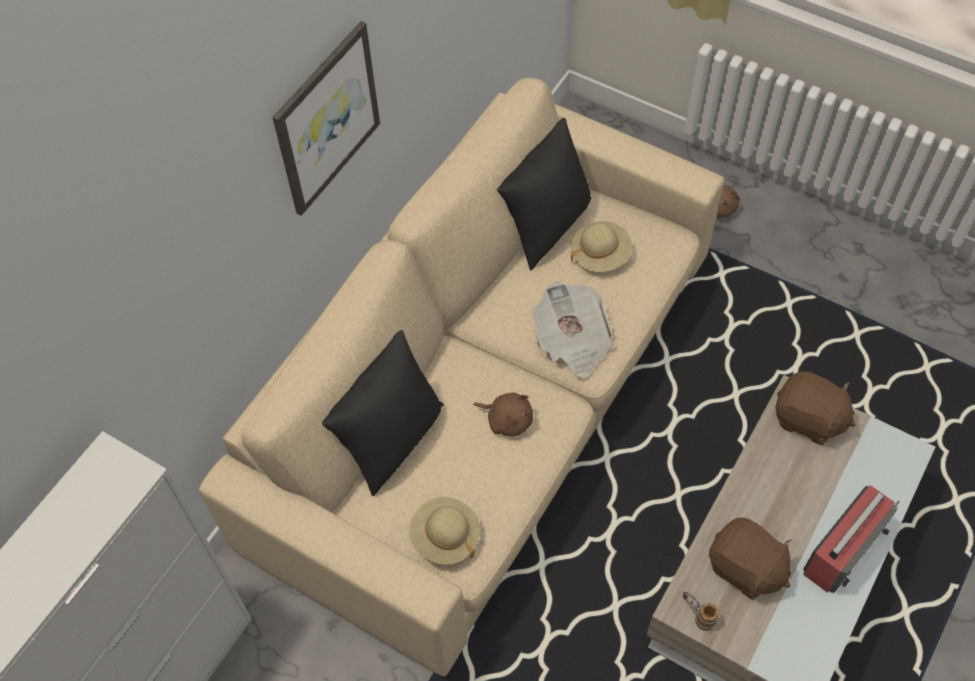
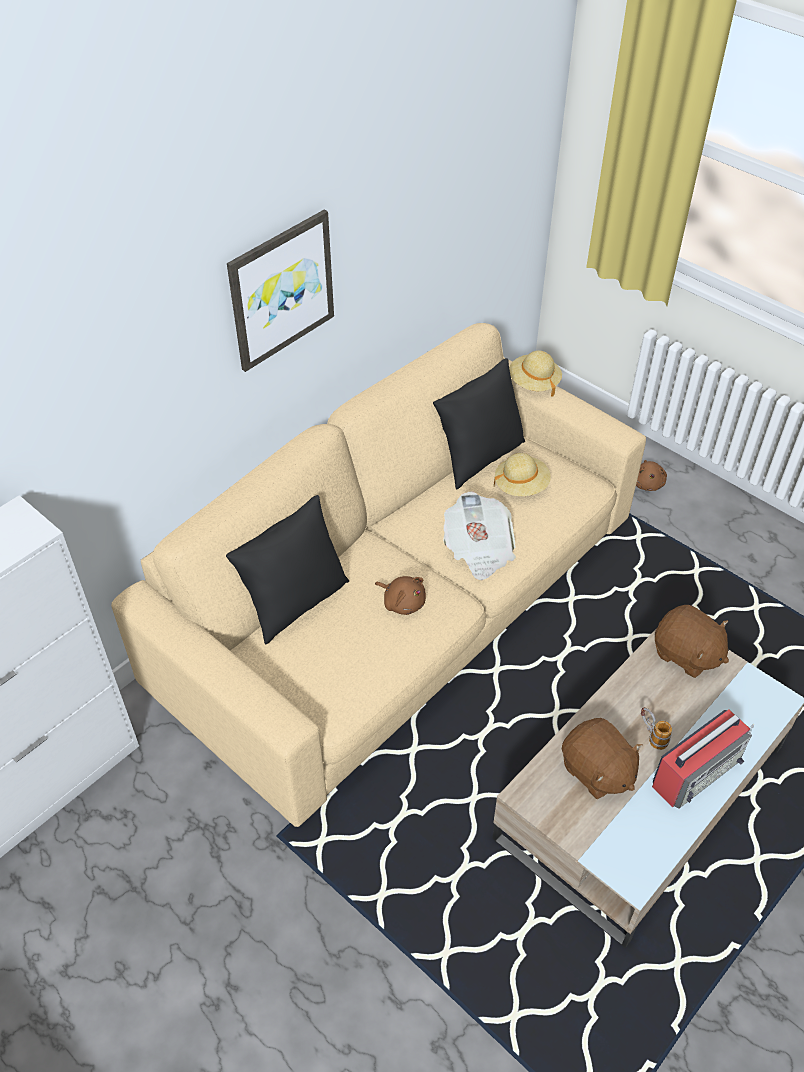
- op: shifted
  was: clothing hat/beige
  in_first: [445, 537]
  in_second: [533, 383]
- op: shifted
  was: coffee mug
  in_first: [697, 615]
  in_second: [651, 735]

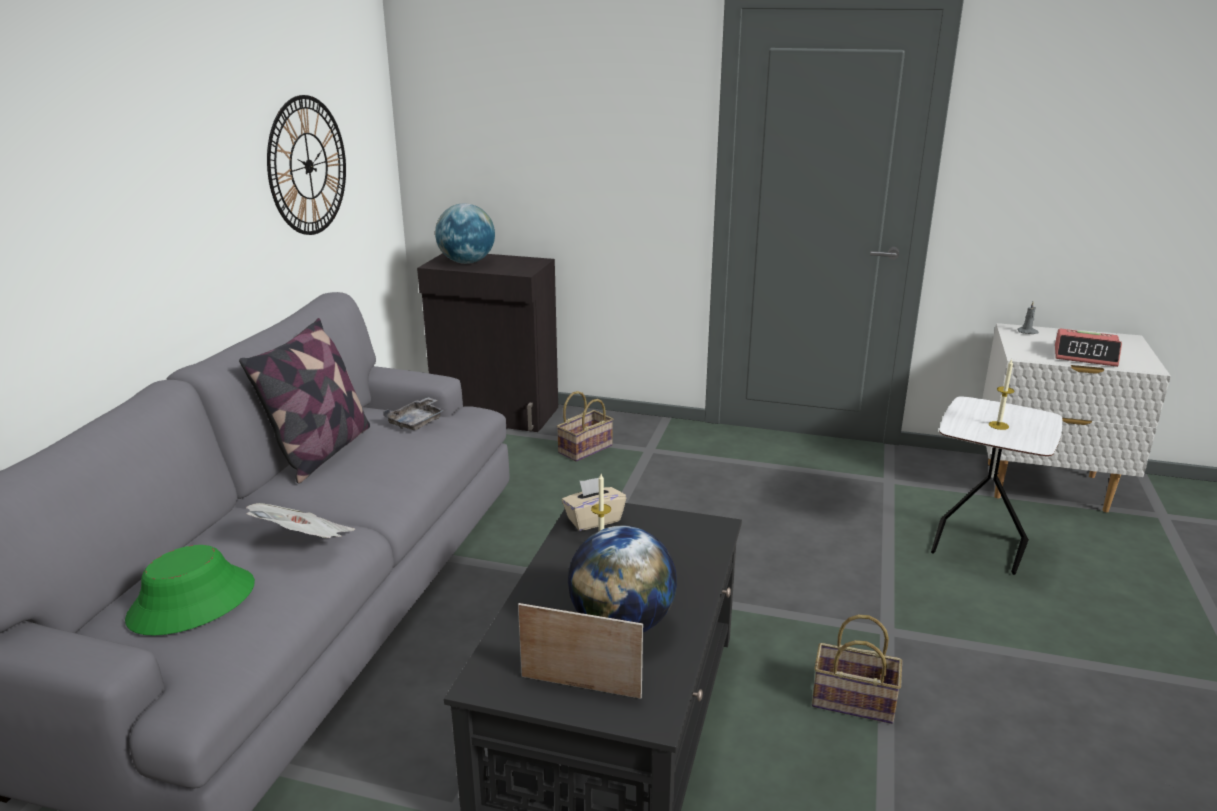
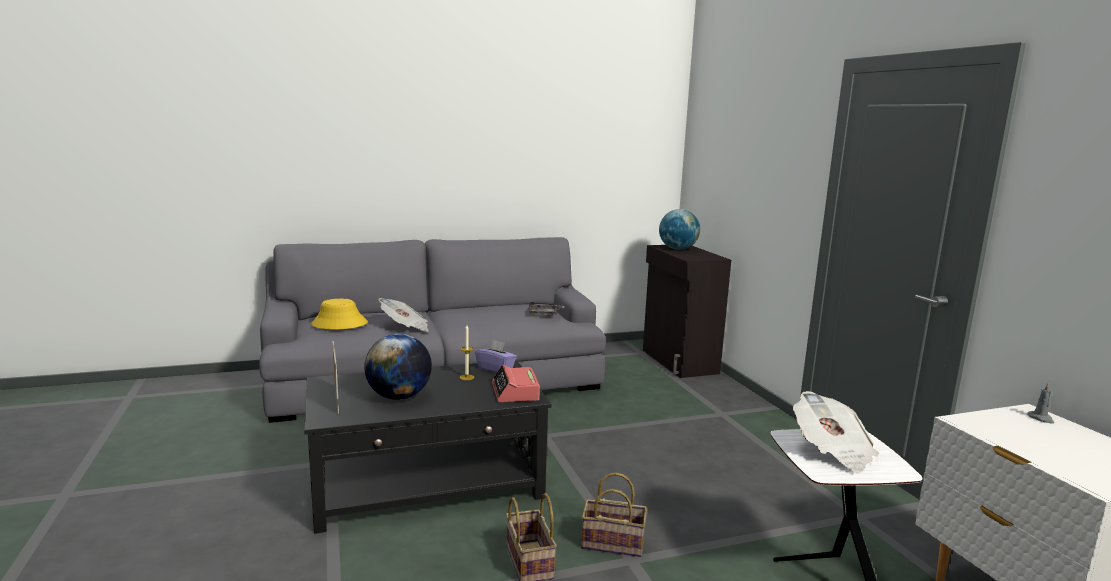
- op: gone
  was: throw pillow
  in_first: [321, 452]
- op: gone
  was: hanging clock
  in_first: [308, 166]
- op: shifted
  was: household basket
  in_first: [585, 448]
  in_second: [614, 543]
- op: shifted
  was: bedside clock
  in_first: [1085, 356]
  in_second: [515, 392]
- op: swapped
  was: wax candle
  now: newspaper
  in_first: [998, 425]
  in_second: [832, 452]
- op: repainted
  was: clothing hat/greenish
  now: clothing hat/yellow-coloured
  in_first: [192, 602]
  in_second: [339, 324]
- op: repainted
  was: box of tissues/beige
  now: box of tissues/purplish
  in_first: [593, 520]
  in_second: [496, 369]

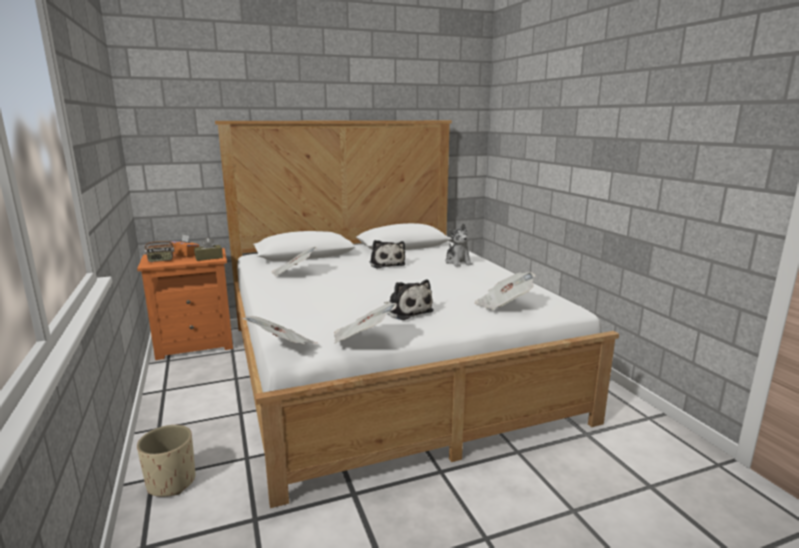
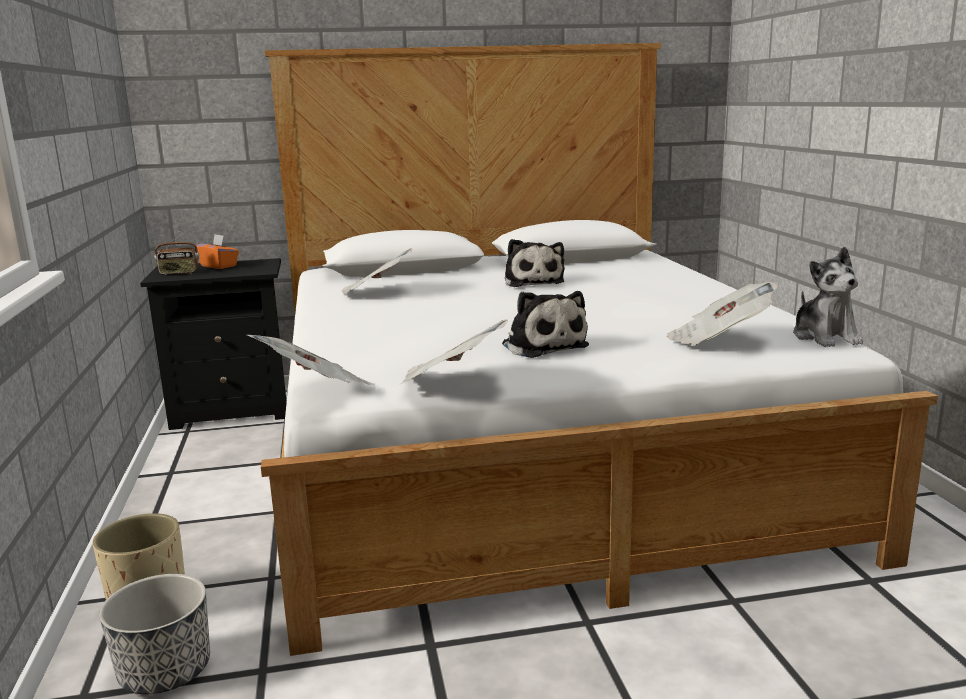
- op: gone
  was: box of tissues/brown
  in_first: [209, 258]
- op: new
  now: planter
  in_second: [165, 671]
- op: shifted
  was: plush toy
  in_first: [458, 262]
  in_second: [825, 337]
- op: repainted
  was: bedside table/orange
  now: bedside table/blackish
  in_first: [196, 344]
  in_second: [234, 410]

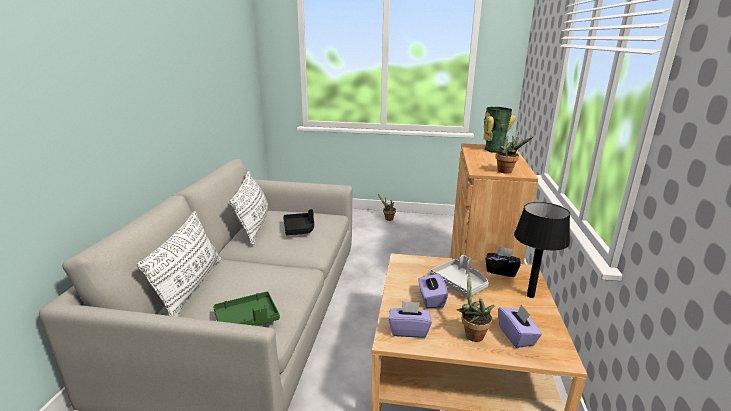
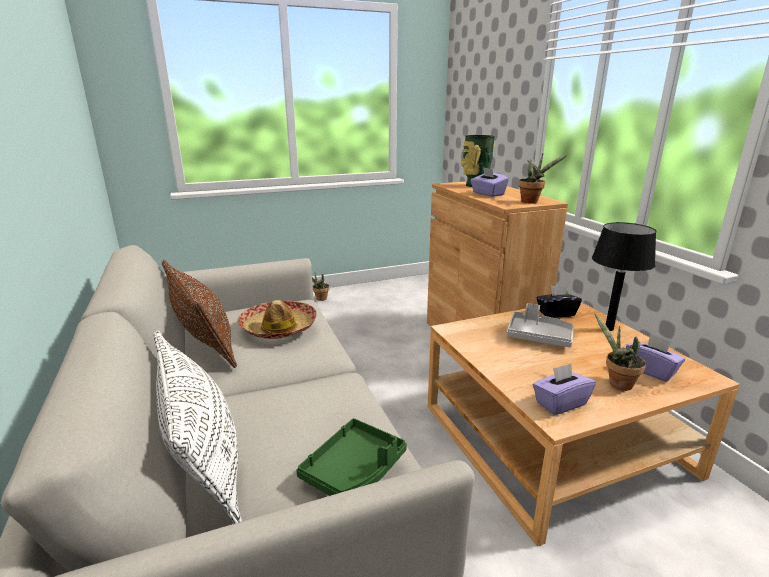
- op: shifted
  was: box of tissues/purplish
  in_first: [431, 299]
  in_second: [487, 194]
- op: swapped
  was: carrying tray/blackish
  now: clothing hat
  in_first: [299, 229]
  in_second: [278, 328]
- op: repainted
  was: throw pillow/white-coloured
  now: throw pillow/brown
  in_first: [254, 226]
  in_second: [204, 341]

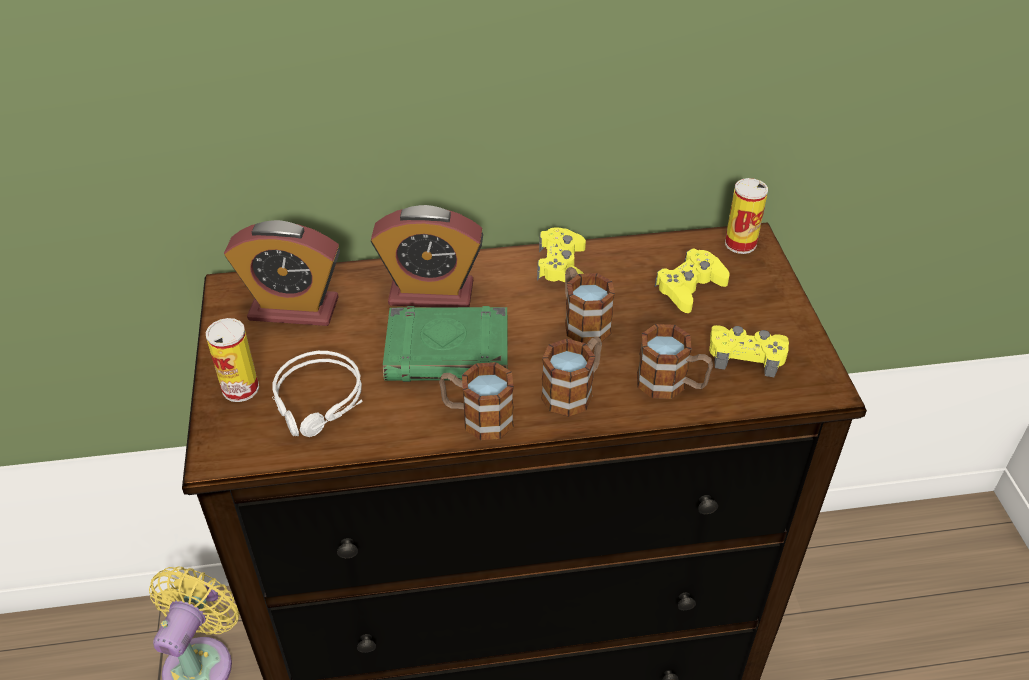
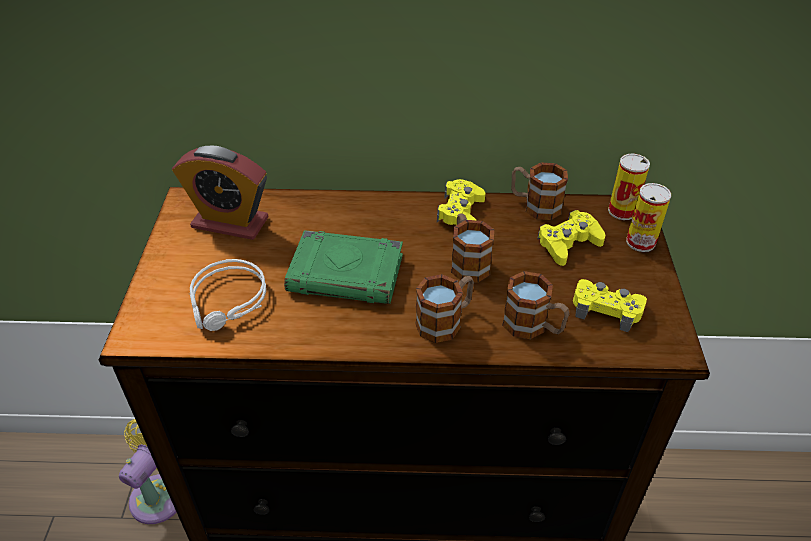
- op: gone
  was: bedside clock
  in_first: [431, 293]
- op: shifted
  was: metal can
  in_first: [240, 388]
  in_second: [640, 242]
- op: shifted
  was: coffee mug
  in_first: [477, 418]
  in_second: [535, 205]

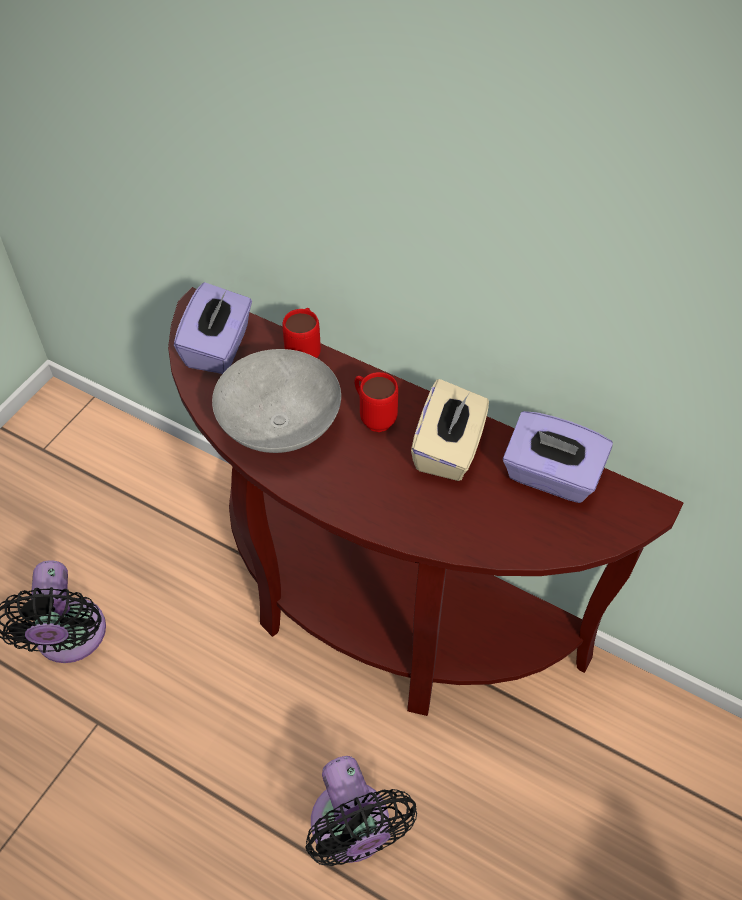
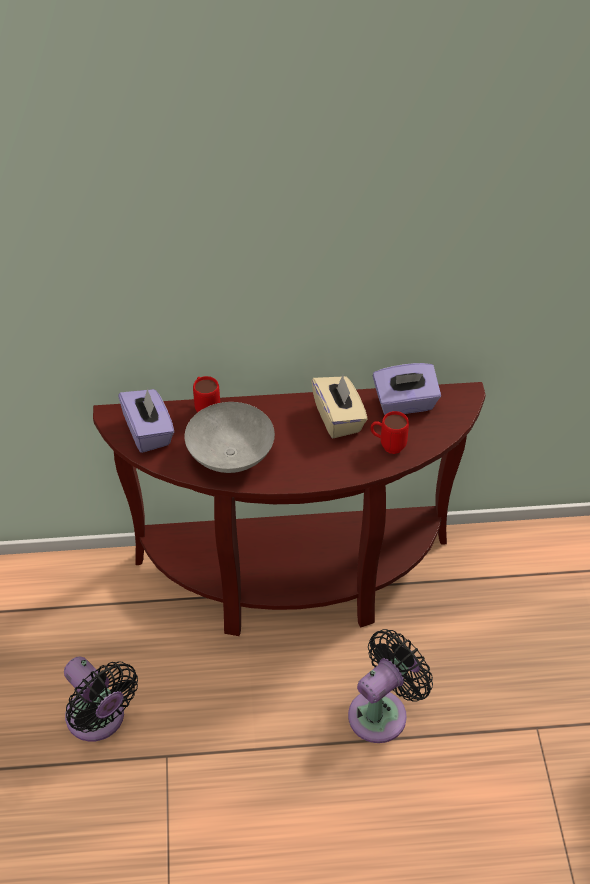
- op: shifted
  was: coffee mug/red-coloured
  in_first: [373, 417]
  in_second: [387, 446]
- op: rotated
  was: electric fan/blackish
  in_first: [353, 831]
  in_second: [382, 712]
  clockwise: -75

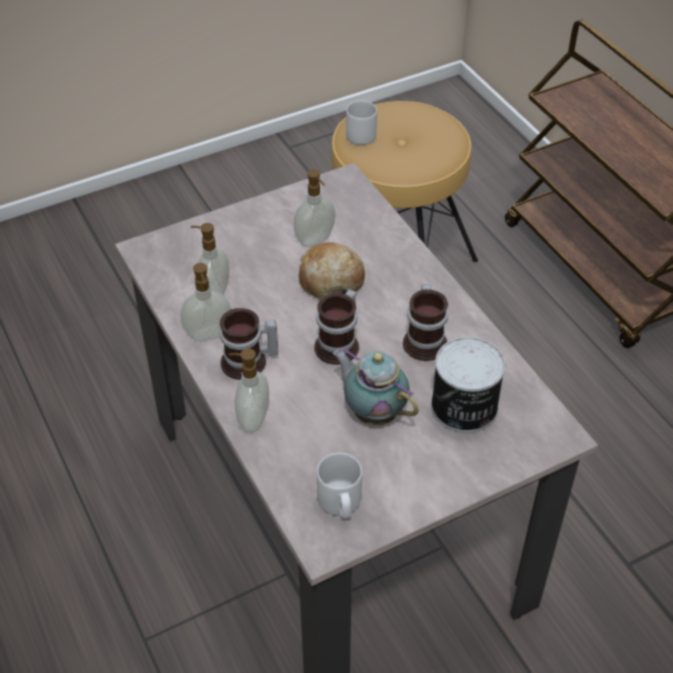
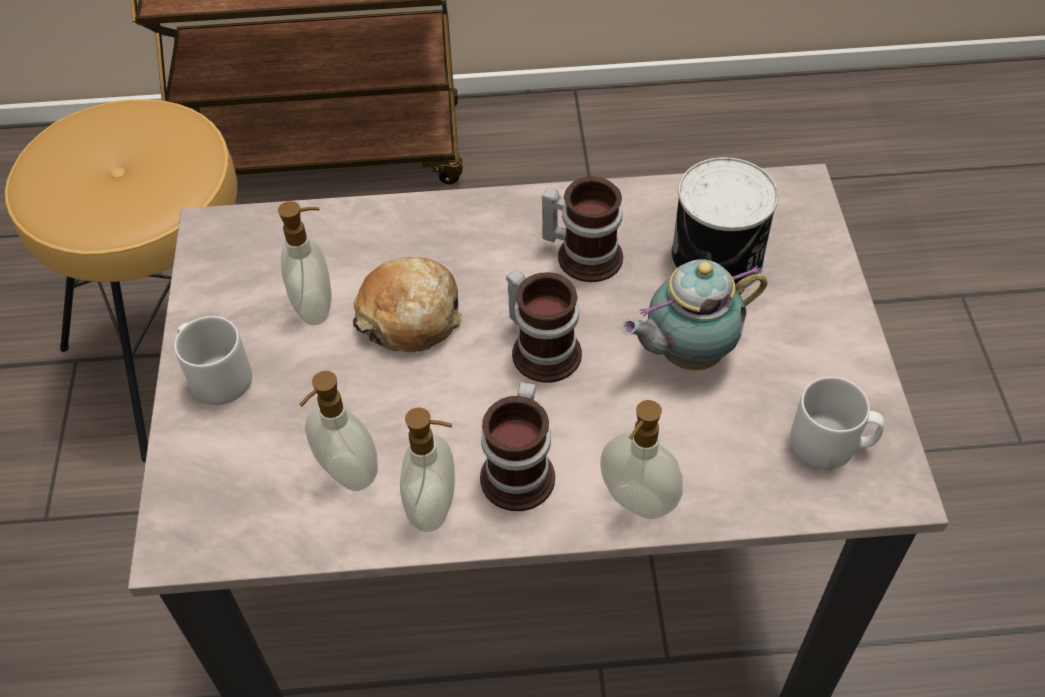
- op: shifted
  was: coffee mug/gray
  in_first: [362, 134]
  in_second: [216, 376]

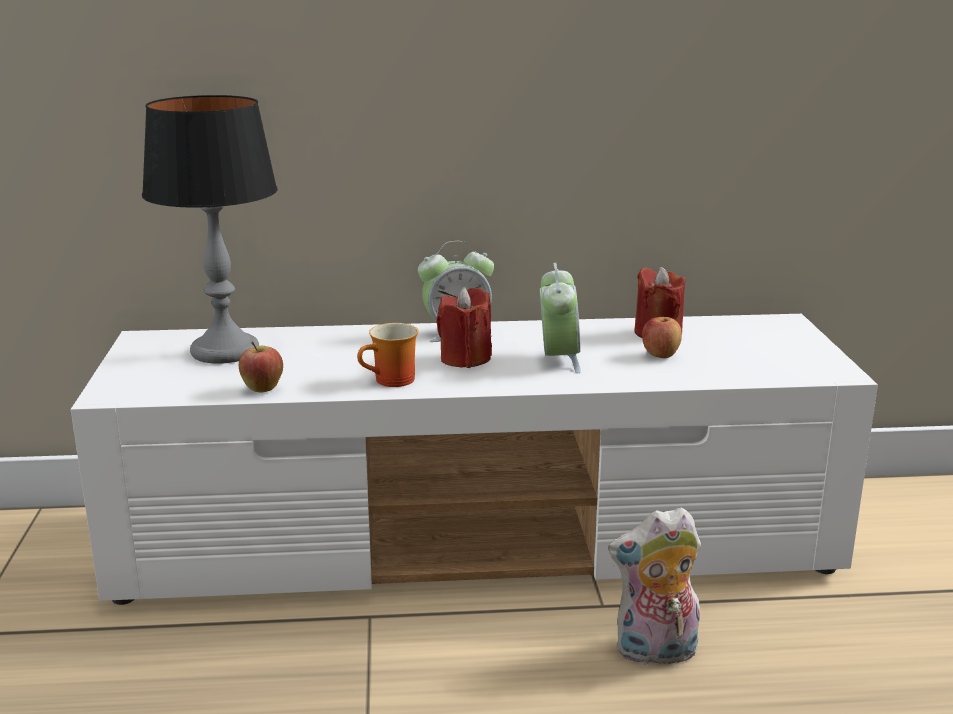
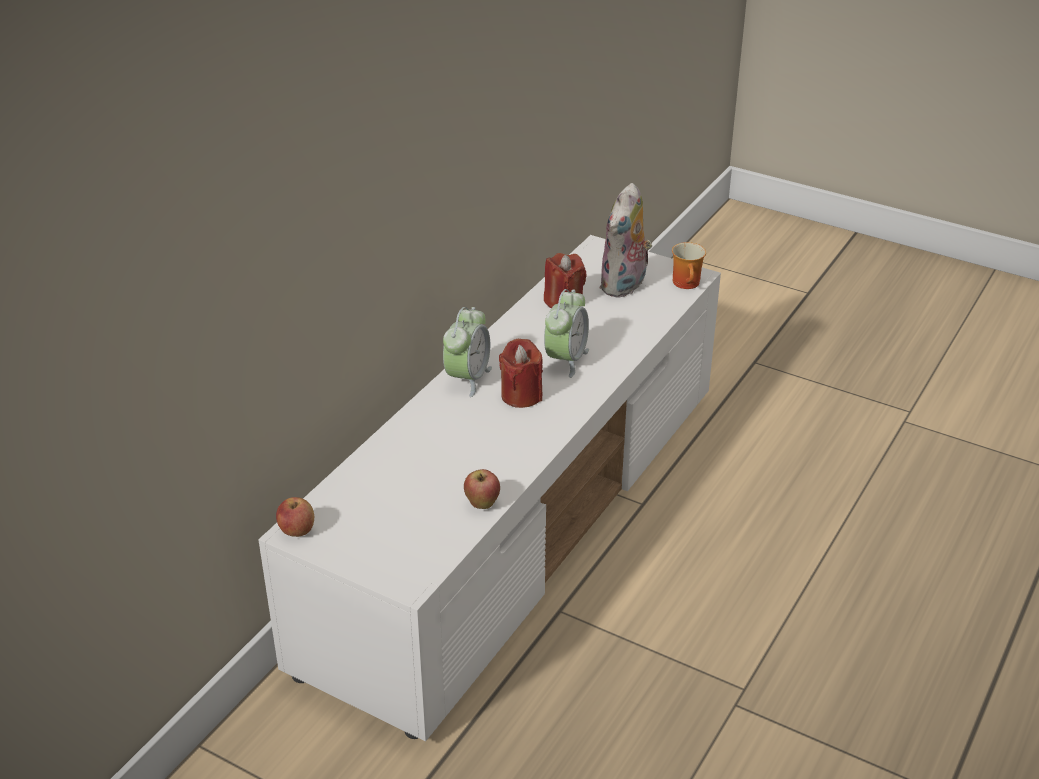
- op: gone
  was: lamp for a table
  in_first: [225, 351]
- op: shifted
  was: coffee mug
  in_first: [392, 382]
  in_second: [688, 284]
- op: shifted
  was: plush toy
  in_first: [655, 653]
  in_second: [625, 286]
- op: shifted
  was: apple
  in_first: [660, 355]
  in_second: [297, 531]
- op: rotated
  was: bedside clock
  in_first: [558, 360]
  in_second: [566, 360]
  clockwise: 75

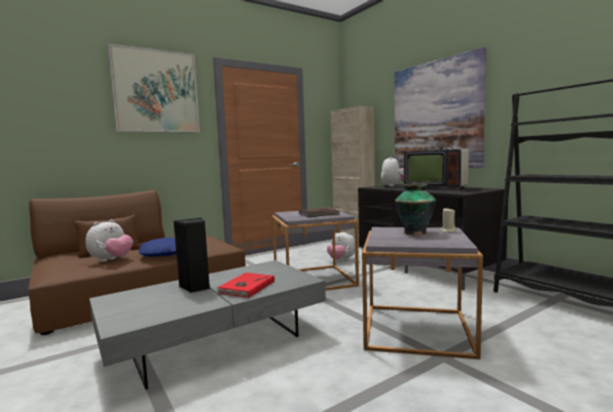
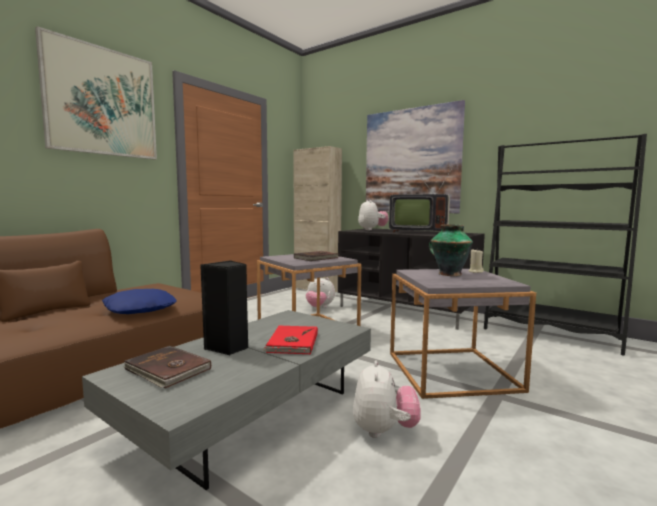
- op: new
  now: bound book/brown
  in_second: [167, 370]
- op: shifted
  was: plush toy
  in_first: [111, 260]
  in_second: [384, 431]

